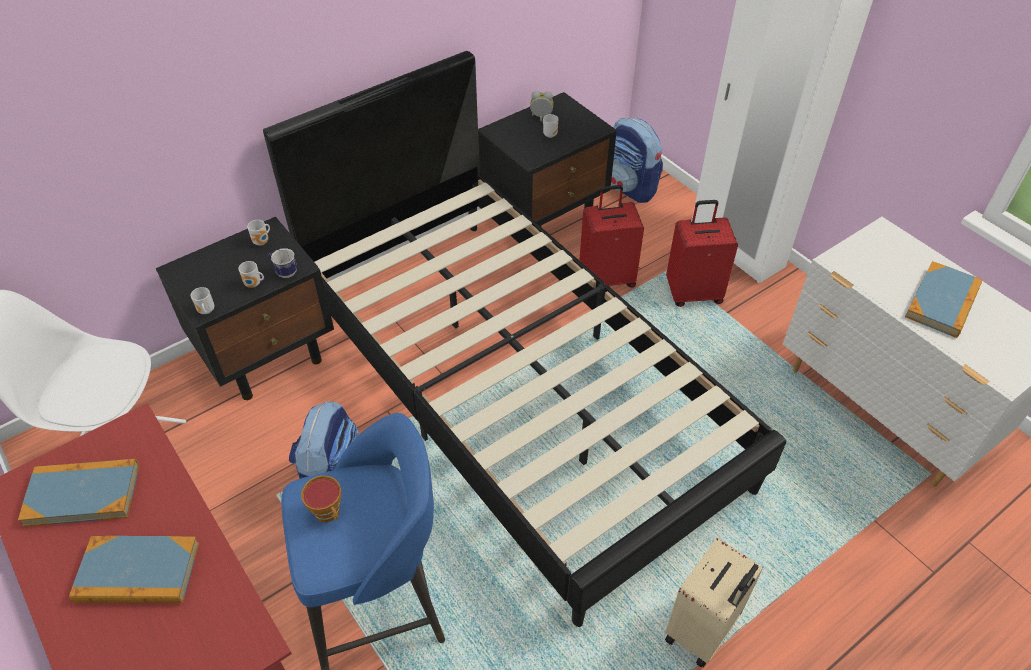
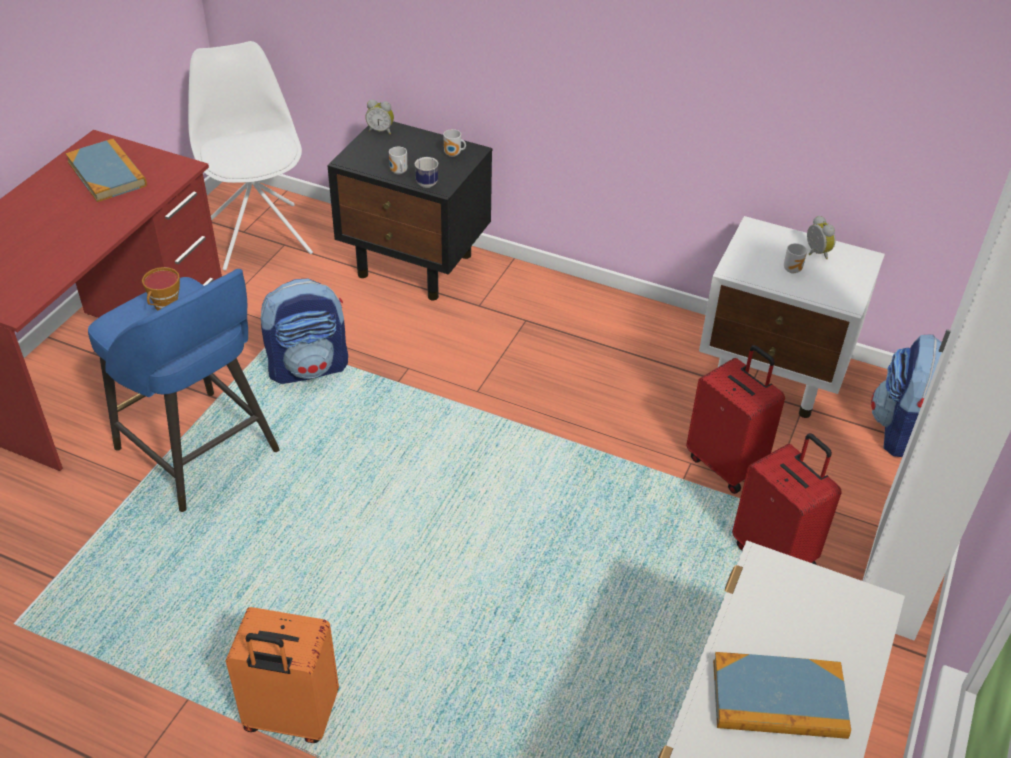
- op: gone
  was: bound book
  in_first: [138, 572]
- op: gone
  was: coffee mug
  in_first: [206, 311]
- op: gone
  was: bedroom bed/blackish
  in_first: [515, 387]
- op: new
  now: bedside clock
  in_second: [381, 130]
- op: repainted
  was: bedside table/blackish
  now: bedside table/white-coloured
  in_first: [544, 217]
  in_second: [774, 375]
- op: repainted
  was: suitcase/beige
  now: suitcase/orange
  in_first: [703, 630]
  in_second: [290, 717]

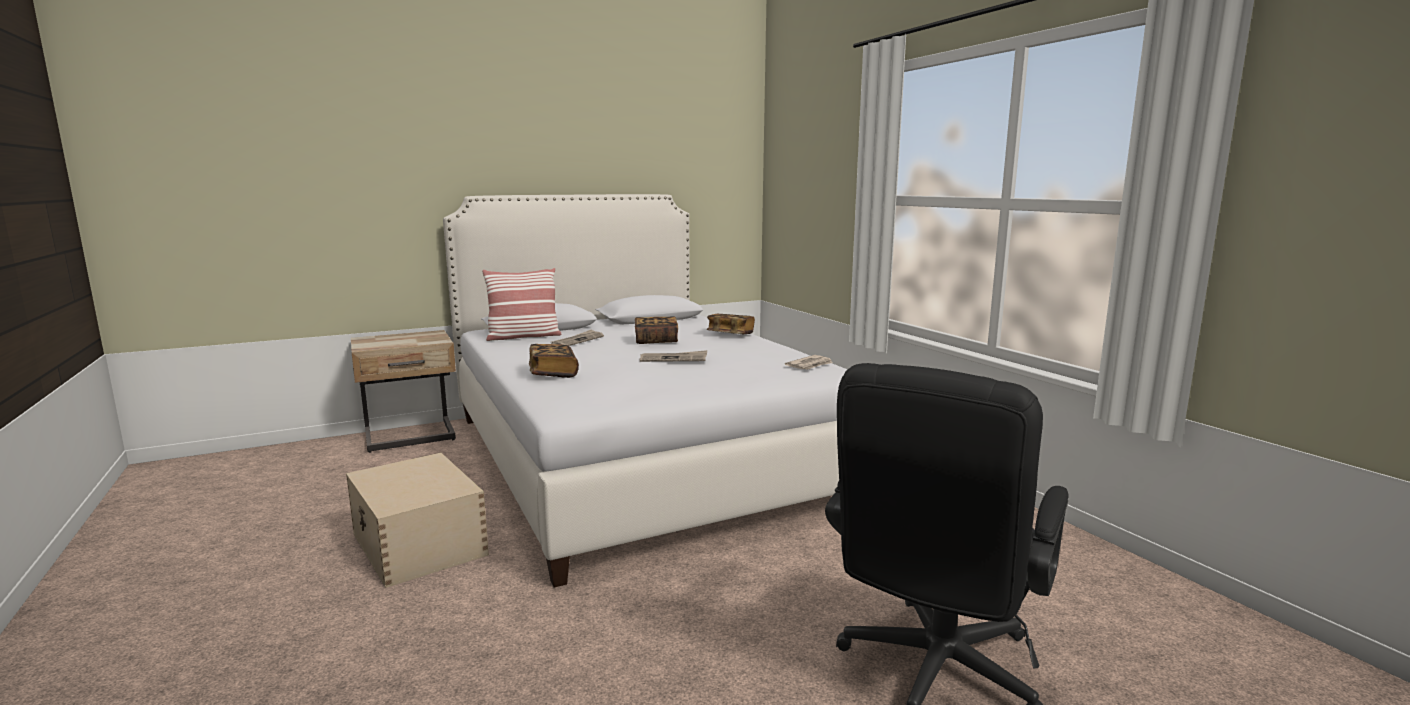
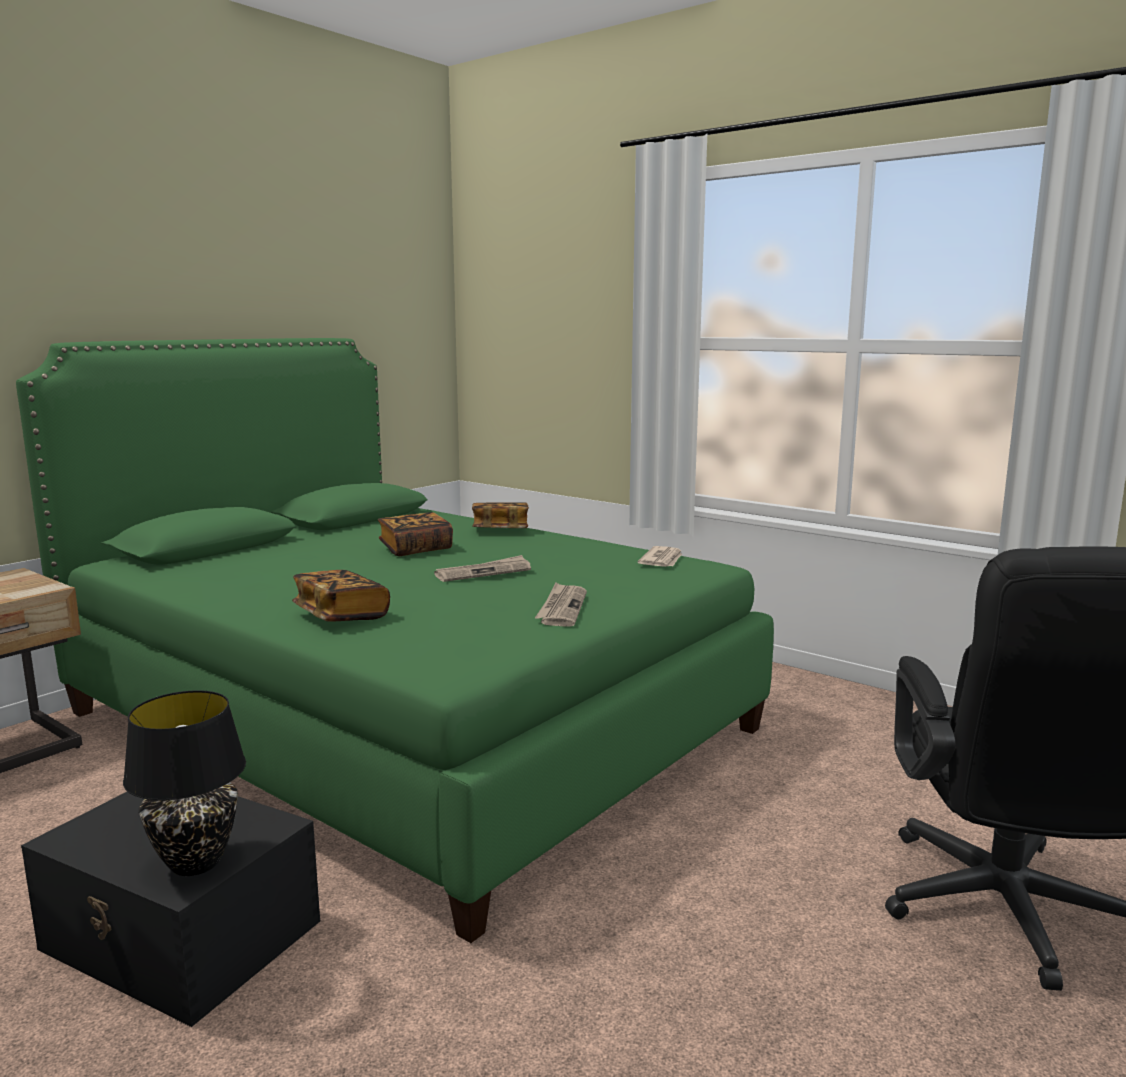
- op: gone
  was: throw pillow
  in_first: [523, 336]
- op: new
  now: lamp for a table/blackish
  in_second: [197, 863]
- op: shifted
  was: newspaper
  in_first: [577, 341]
  in_second: [562, 608]
- op: repainted
  was: storage box/beige
  now: storage box/blackish
  in_first: [418, 545]
  in_second: [182, 936]
- op: repainted
  was: bedroom bed/white-coloured
  now: bedroom bed/greenish
  in_first: [638, 457]
  in_second: [405, 721]

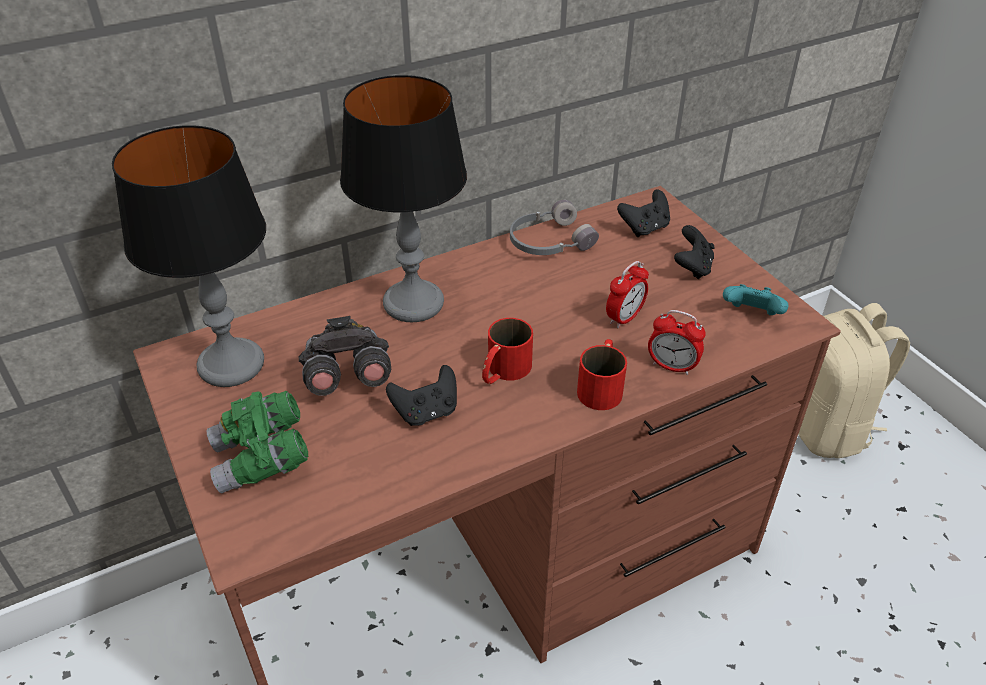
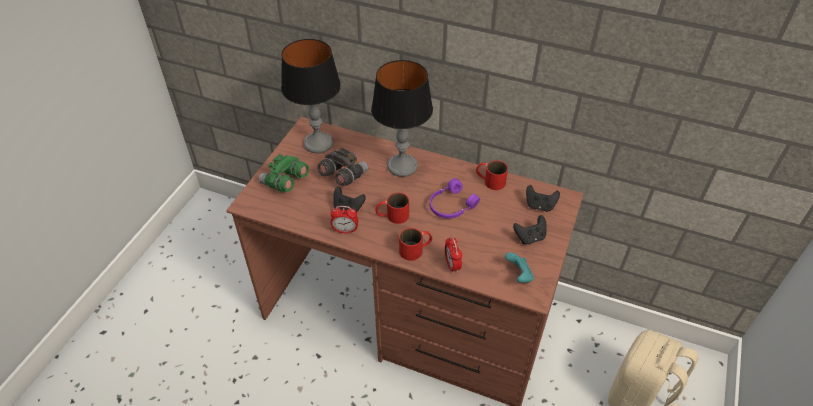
- op: new
  now: pair of headphones/purplish
  in_second: [451, 205]
- op: shifted
  was: bedside clock
  in_first: [624, 318]
  in_second: [345, 230]
- op: swapped
  was: pair of headphones/gray
  now: coffee mug/red-coloured
  in_first: [548, 241]
  in_second: [490, 180]

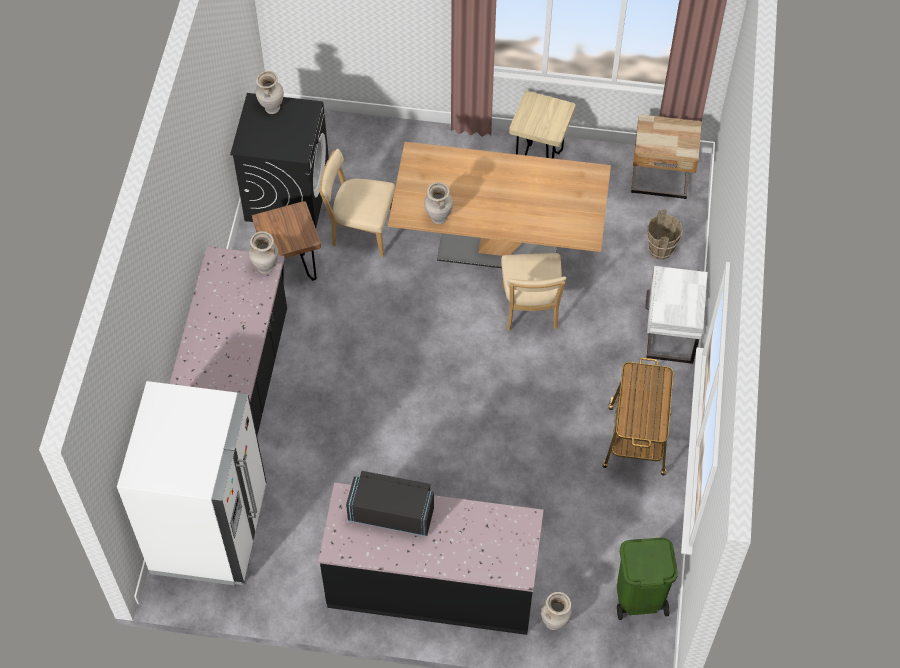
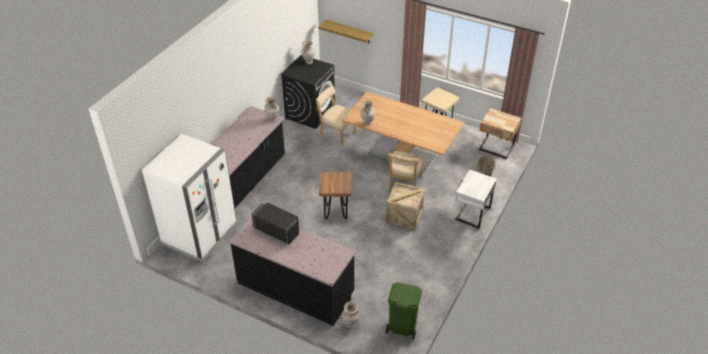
- op: gone
  was: trolley
  in_first: [636, 442]
- op: new
  now: wall shelf
  in_second: [349, 31]
- op: new
  now: packing crate
  in_second: [404, 215]
- op: shifted
  was: sitting stool/brown
  in_first: [292, 271]
  in_second: [336, 212]

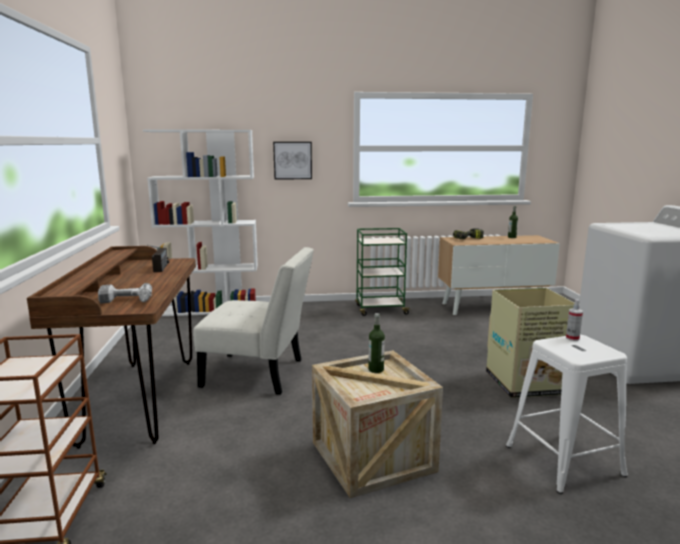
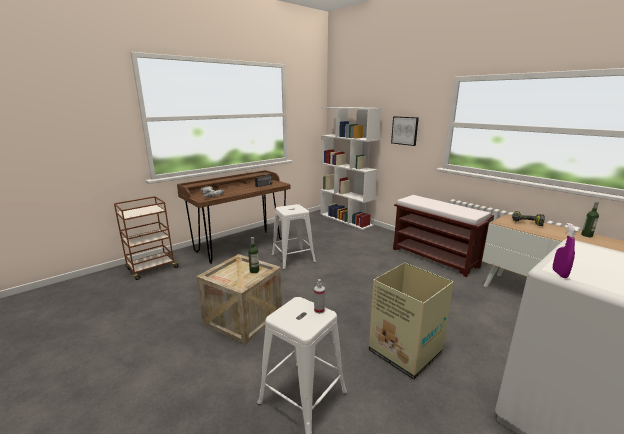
- op: new
  now: hand sprayer/purplish
  in_second: [559, 274]
- op: swapped
  was: upright chair/white-coloured
  now: sitting stool/white-coloured
  in_first: [259, 374]
  in_second: [293, 258]
- op: swapped
  was: trolley/greenish
  now: bench/brown
  in_first: [380, 310]
  in_second: [435, 257]

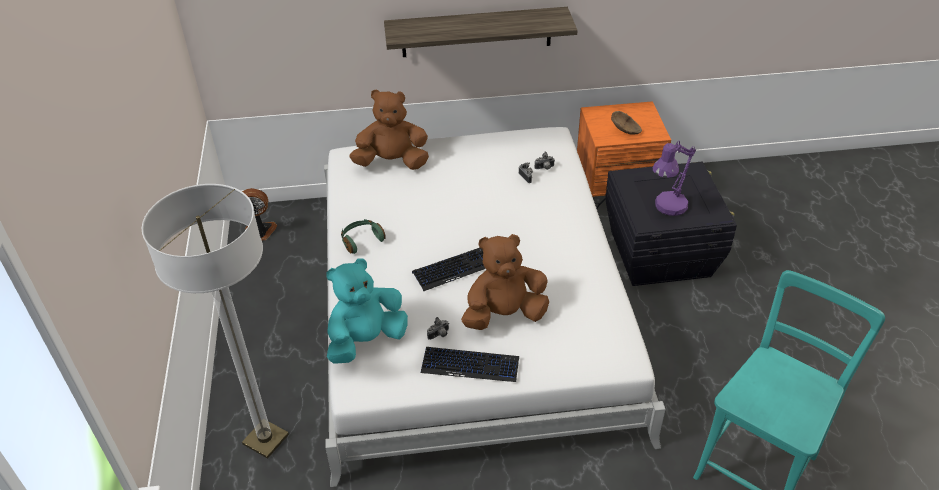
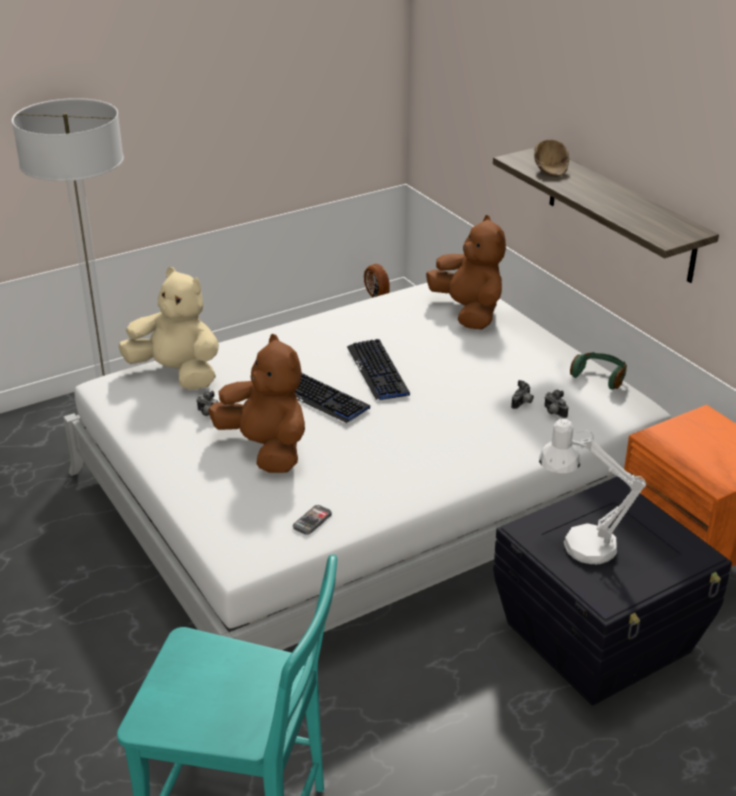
- op: new
  now: phone
  in_second: [312, 521]
- op: shifted
  was: pair of headphones/greenish
  in_first: [361, 240]
  in_second: [599, 376]
- op: shifted
  was: computer keyboard
  in_first: [470, 365]
  in_second: [378, 371]
- op: shifted
  was: deep dish/brown
  in_first: [626, 131]
  in_second: [550, 170]
- op: repainted
  was: plush toy/turquoise
  now: plush toy/beige
  in_first: [366, 340]
  in_second: [177, 373]
- op: repainted
  was: lamp for a table/purplish
  now: lamp for a table/white-coloured
  in_first: [667, 208]
  in_second: [578, 544]

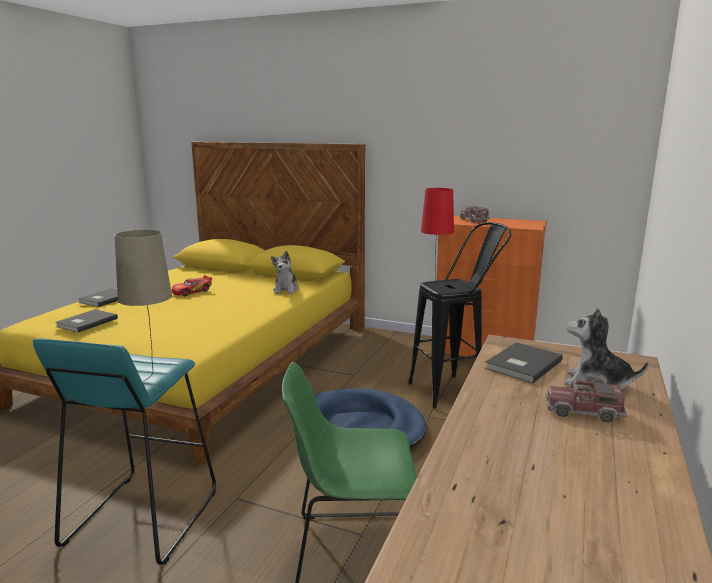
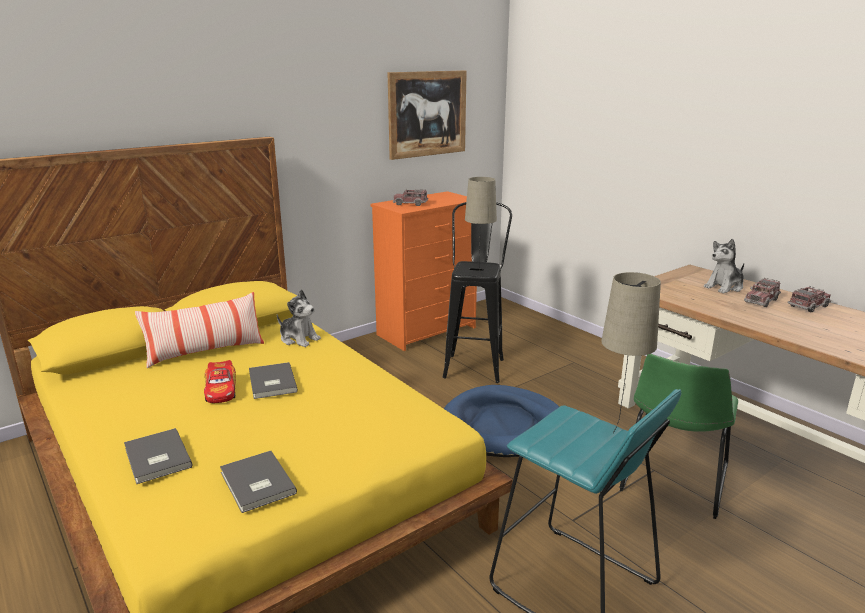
- op: new
  now: throw pillow
  in_second: [205, 352]
- op: new
  now: picture
  in_second: [427, 114]
- op: new
  now: toy truck
  in_second: [808, 306]
- op: shifted
  was: bound book/gray
  in_first: [521, 364]
  in_second: [271, 383]
- op: repainted
  was: lamp for a table/red-coloured
  now: lamp for a table/beige
  in_first: [434, 289]
  in_second: [479, 275]

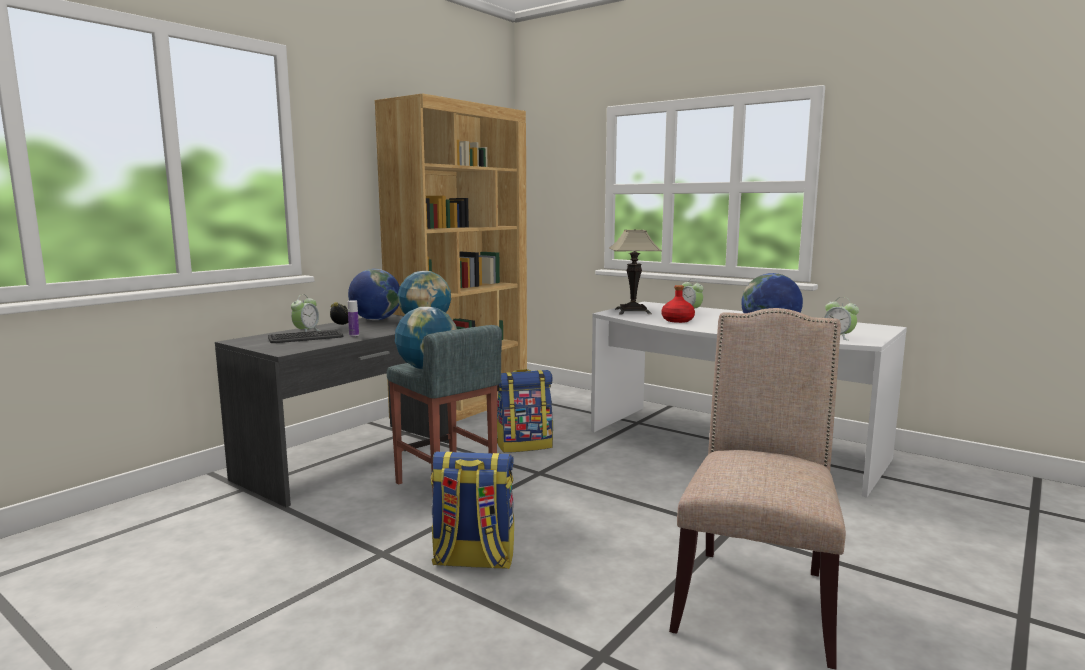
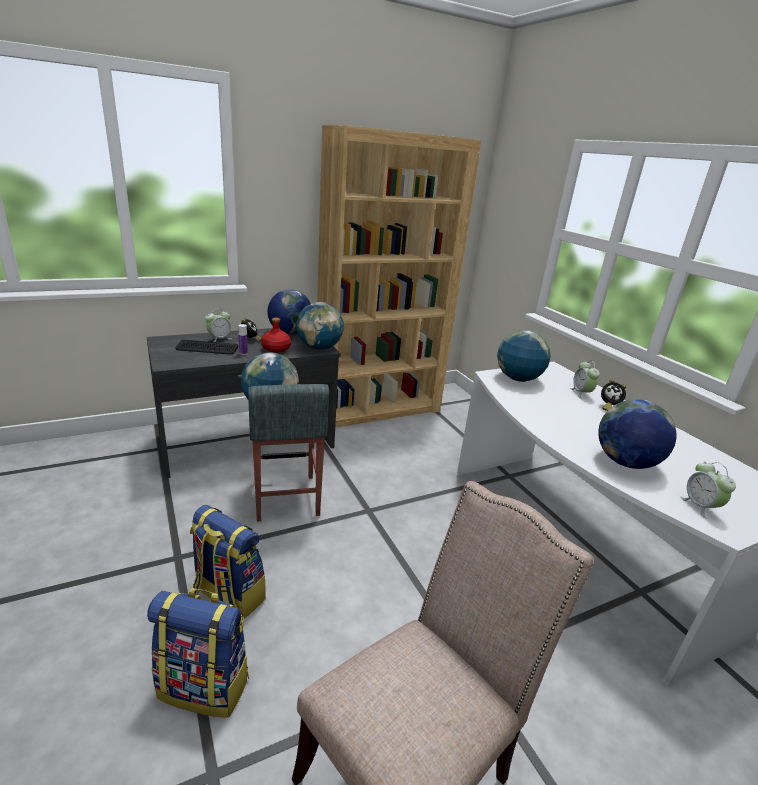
- op: new
  now: bedside clock
  in_second: [608, 407]
- op: shifted
  was: knapsack
  in_first: [524, 445]
  in_second: [205, 685]
- op: shifted
  was: beverage bottle/red-coloured
  in_first: [678, 320]
  in_second: [276, 349]
- op: swapped
  was: lamp for a table
  now: globe
  in_first: [632, 311]
  in_second: [518, 379]

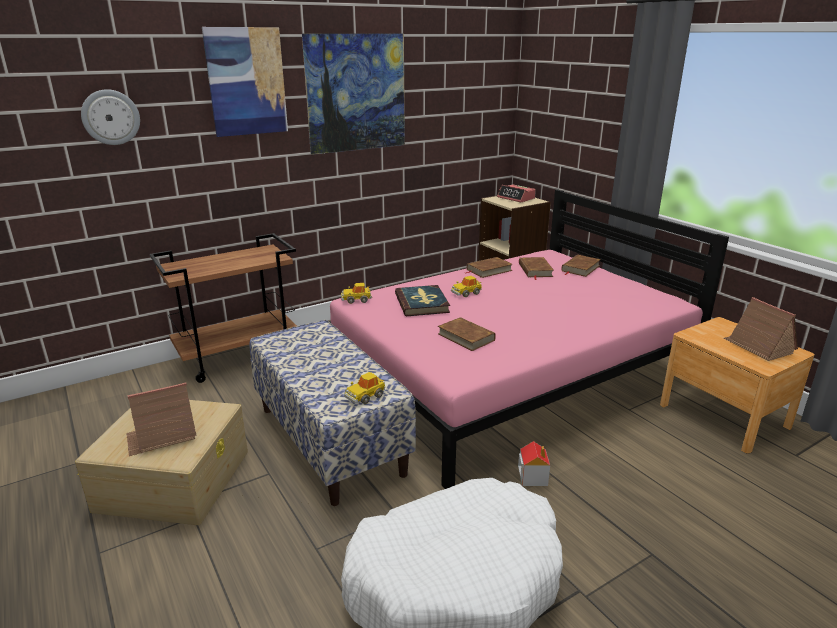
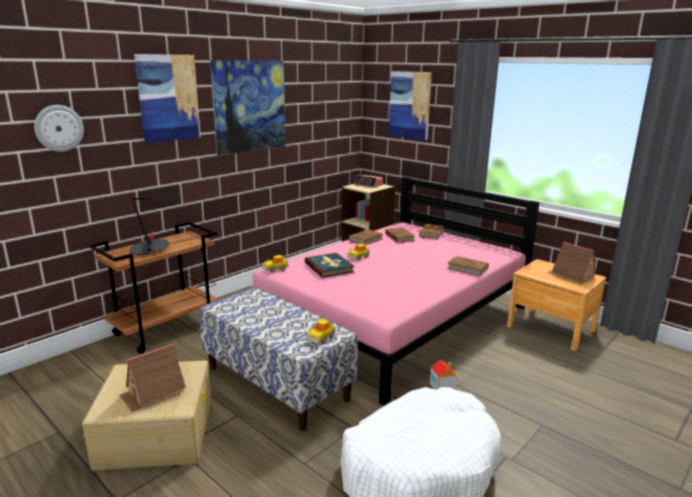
- op: new
  now: lamp for a table
  in_second: [149, 249]
- op: new
  now: picture
  in_second: [410, 105]
- op: shifted
  was: bound book/brown
  in_first: [466, 337]
  in_second: [467, 268]

